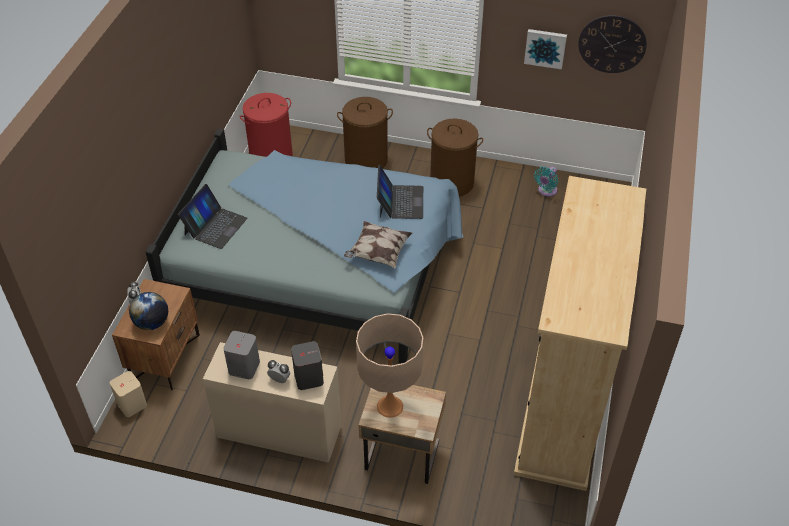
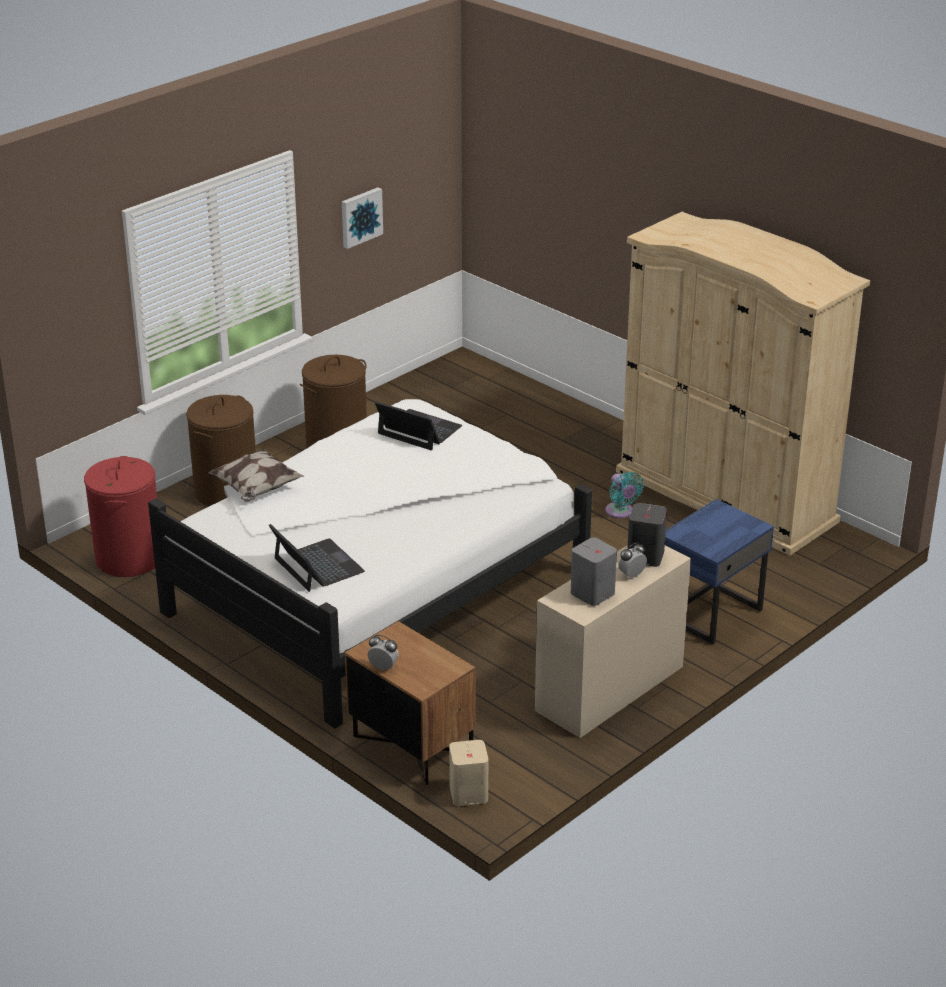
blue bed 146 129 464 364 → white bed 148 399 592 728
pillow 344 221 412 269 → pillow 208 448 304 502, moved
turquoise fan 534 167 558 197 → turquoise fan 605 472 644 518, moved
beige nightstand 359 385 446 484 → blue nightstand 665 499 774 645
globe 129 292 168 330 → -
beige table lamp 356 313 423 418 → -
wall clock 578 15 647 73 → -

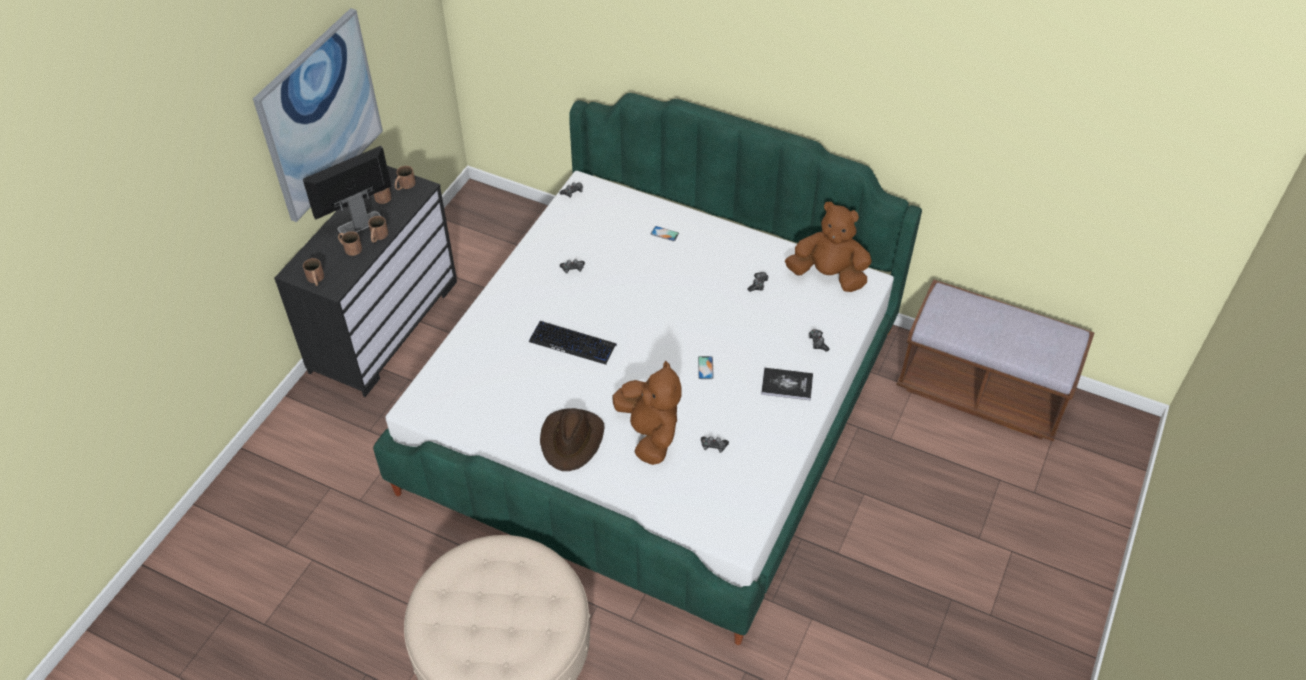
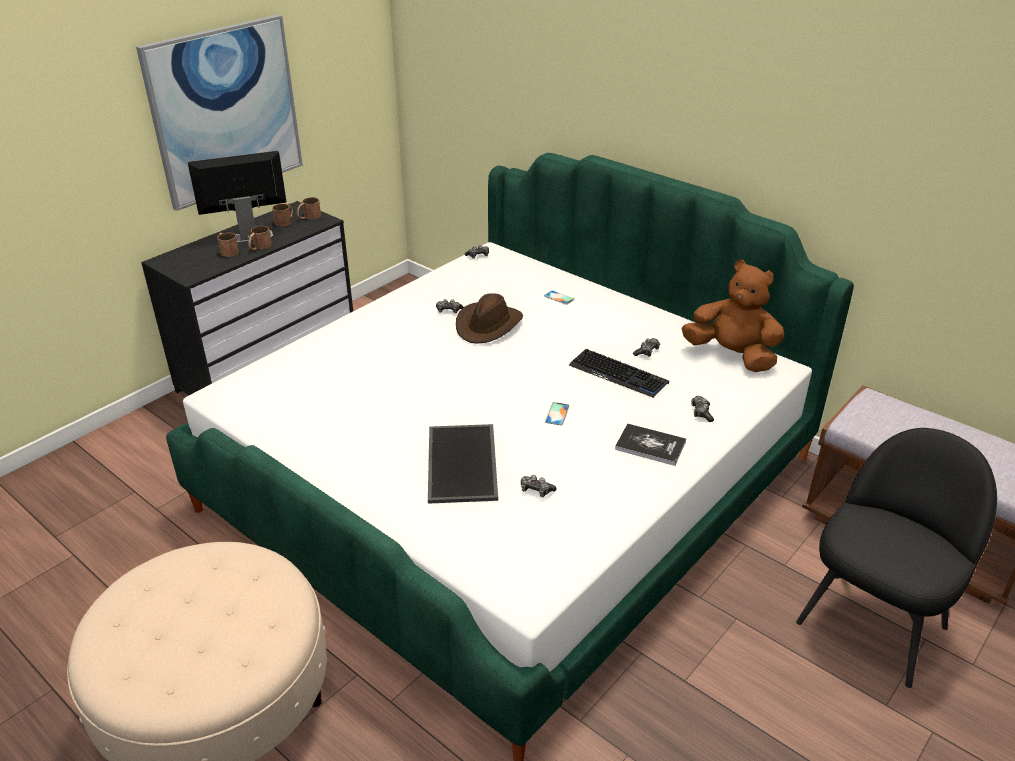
brown plush toy 613 360 682 465 → tray 428 424 498 504
brown hat 540 408 604 471 → brown hat 456 293 523 344, moved
keyboard 529 321 617 365 → keyboard 569 349 669 398, moved
- → black chair 796 428 997 688
brown mug 303 258 324 286 → -

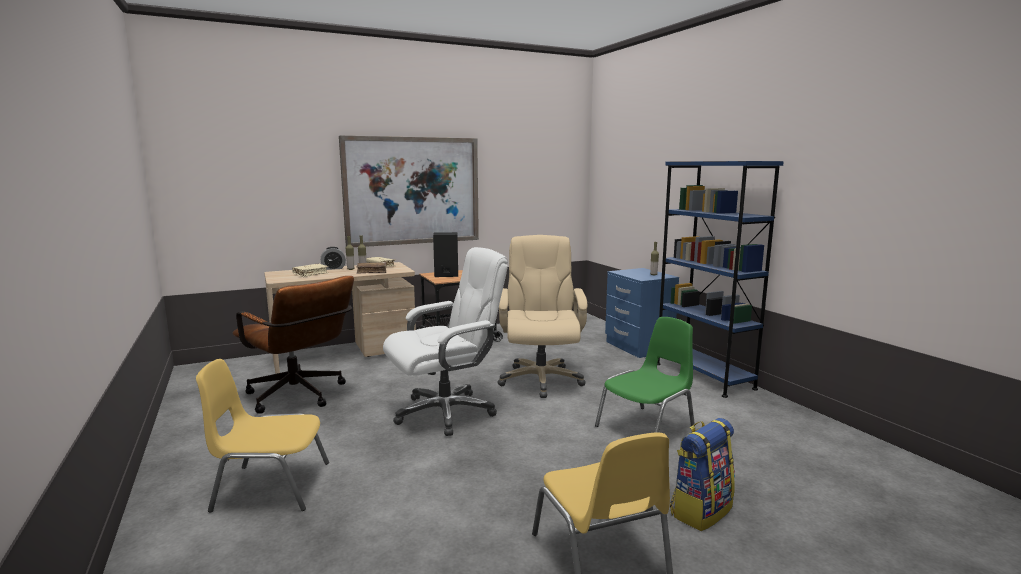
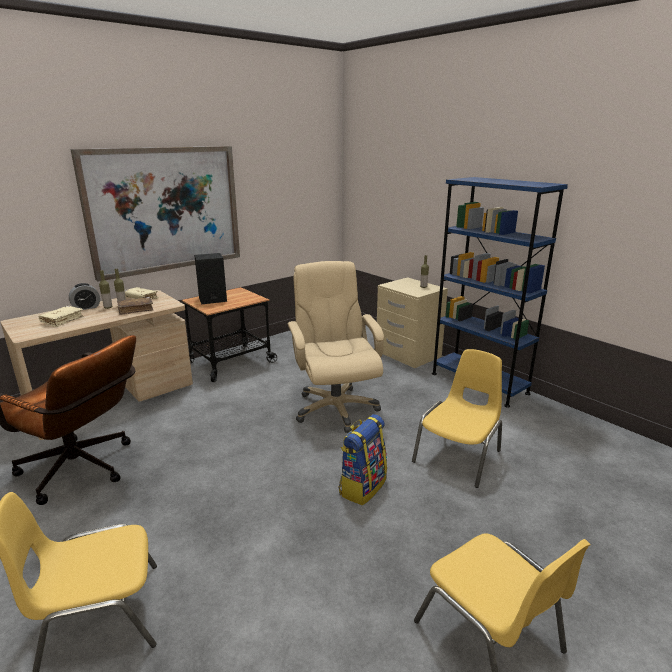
backpack 670 418 735 531 → backpack 338 414 387 506, moved
blue nightstand 605 268 679 358 → beige nightstand 377 277 448 368
green chair 595 317 695 433 → yellow chair 412 349 502 488
white office chair 383 247 508 436 → -

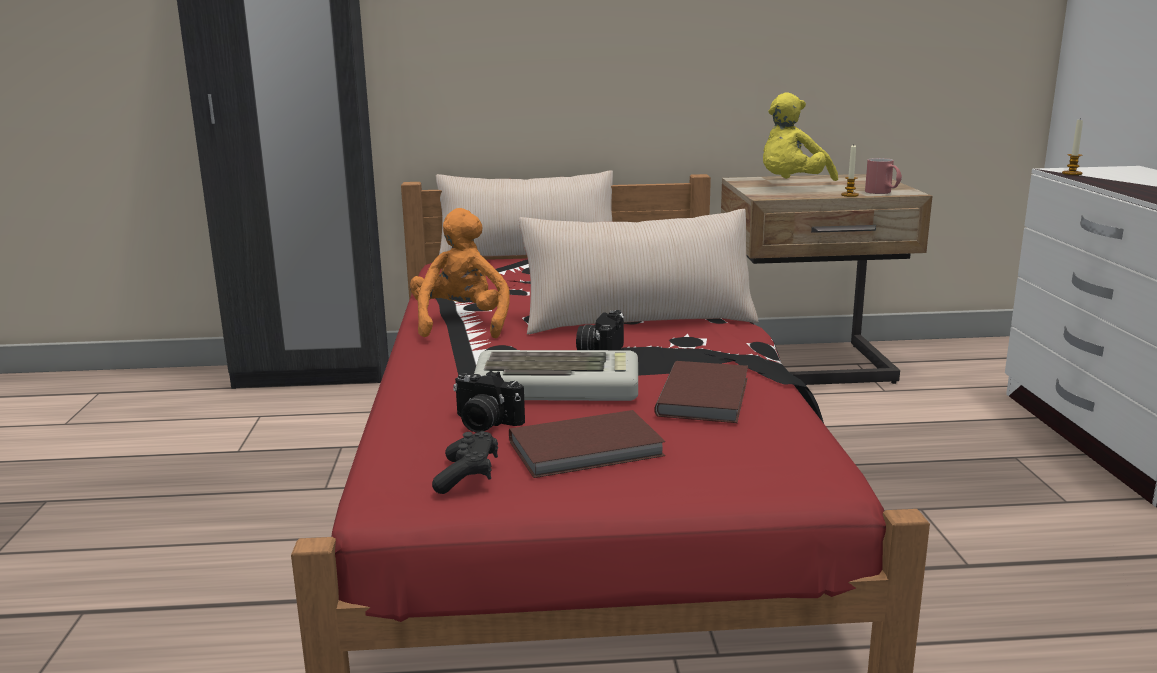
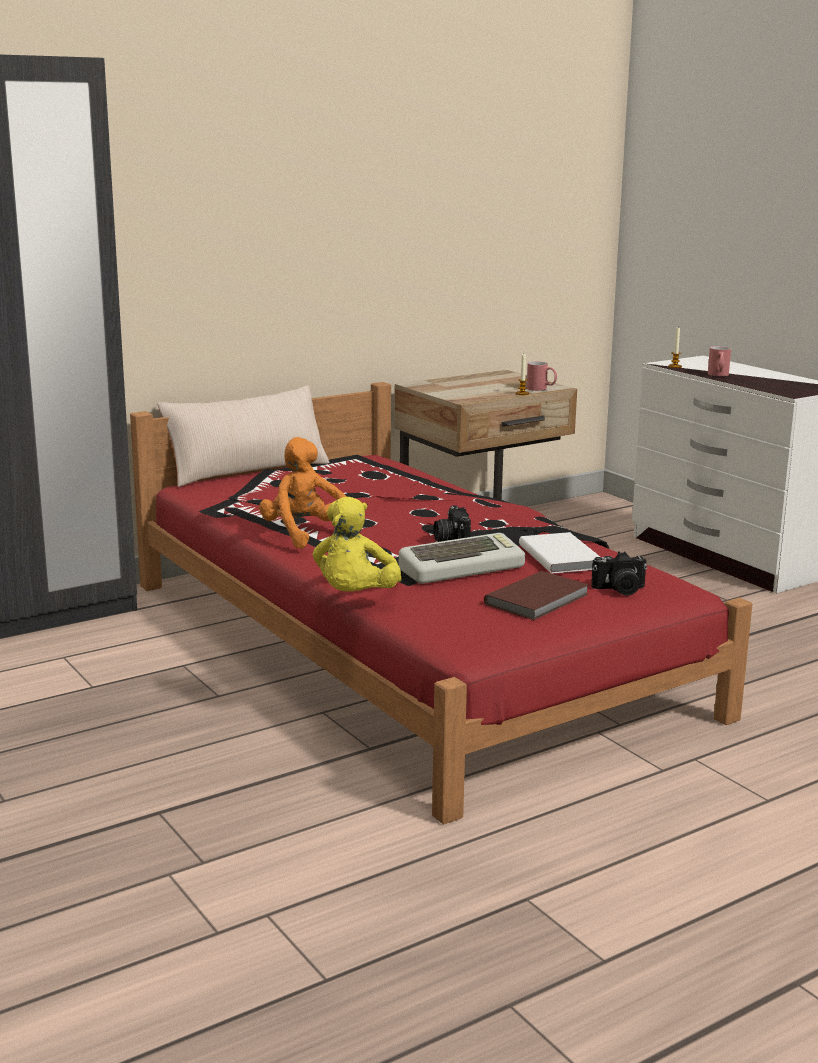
yellow plush toy 763 92 838 181 → yellow plush toy 312 497 401 592, moved
brown book 654 361 748 423 → white book 519 532 600 574
photo camera 453 371 525 433 → photo camera 591 551 647 596, moved
- → red mug 708 346 731 376
black game controller 432 431 498 494 → -
beige pillow 519 209 758 334 → -

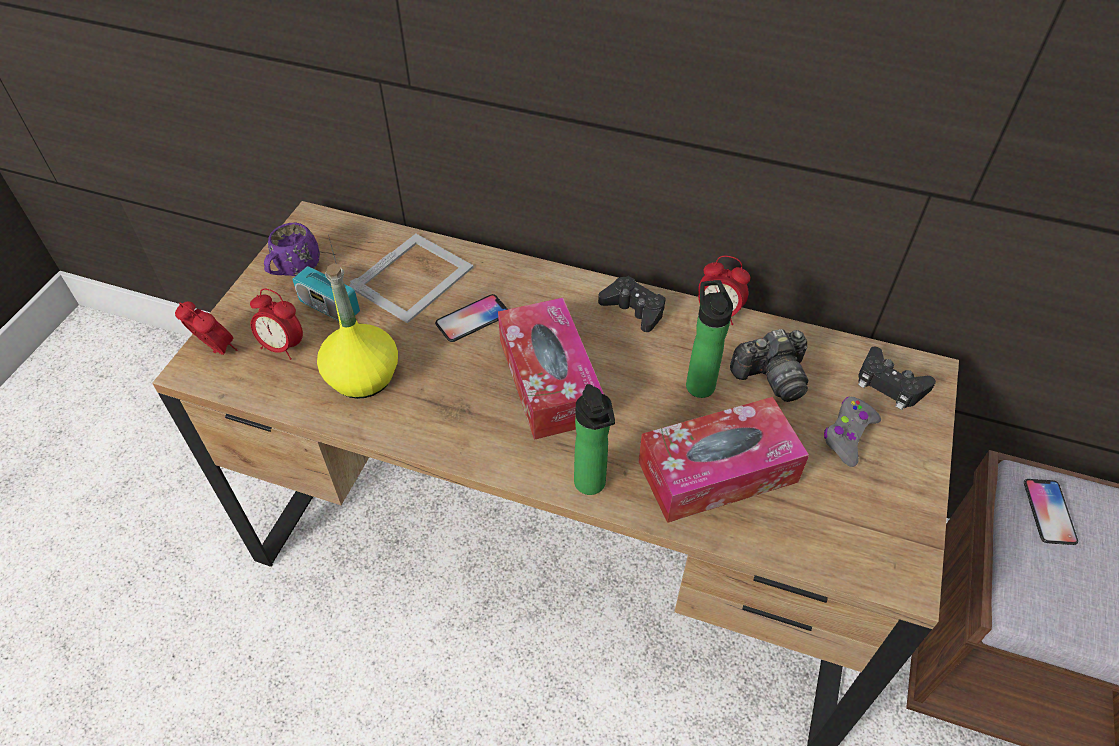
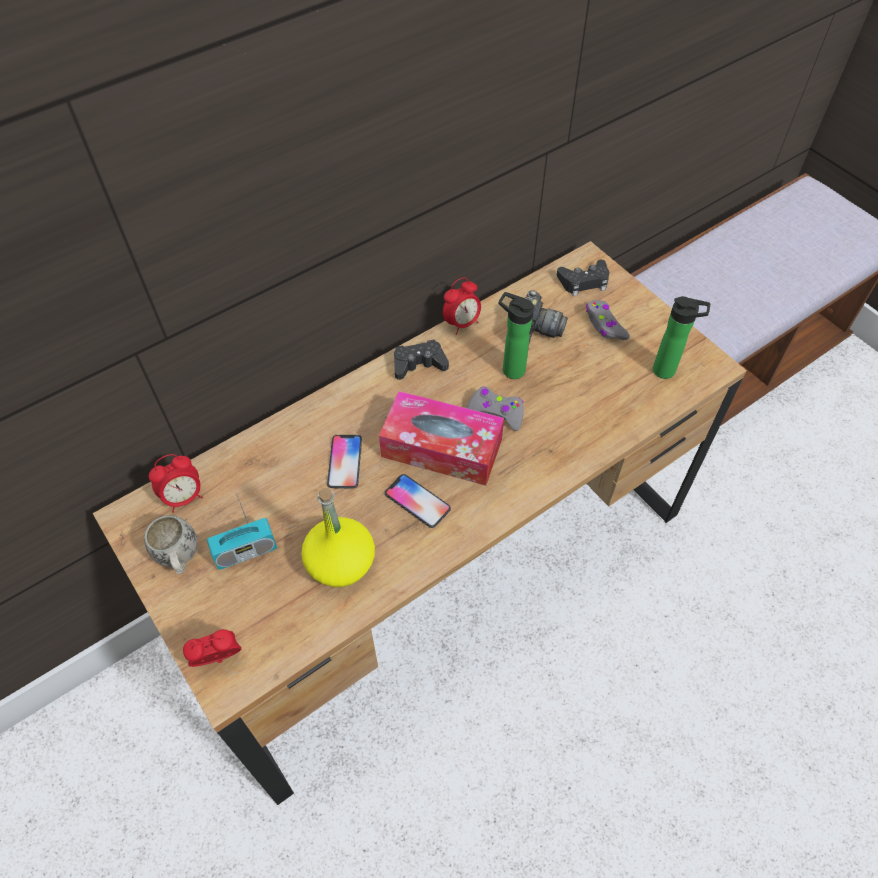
purple mug 264 223 320 276 → white mug 144 515 198 574
alarm clock 250 289 303 360 → alarm clock 149 454 203 513, moved
phone 1024 479 1078 545 → phone 385 474 451 528, moved
- → grey game controller 466 387 524 431
bottle 574 384 615 495 → bottle 653 296 710 379, moved
picture frame 349 234 474 324 → -
tissue box 638 397 809 523 → -

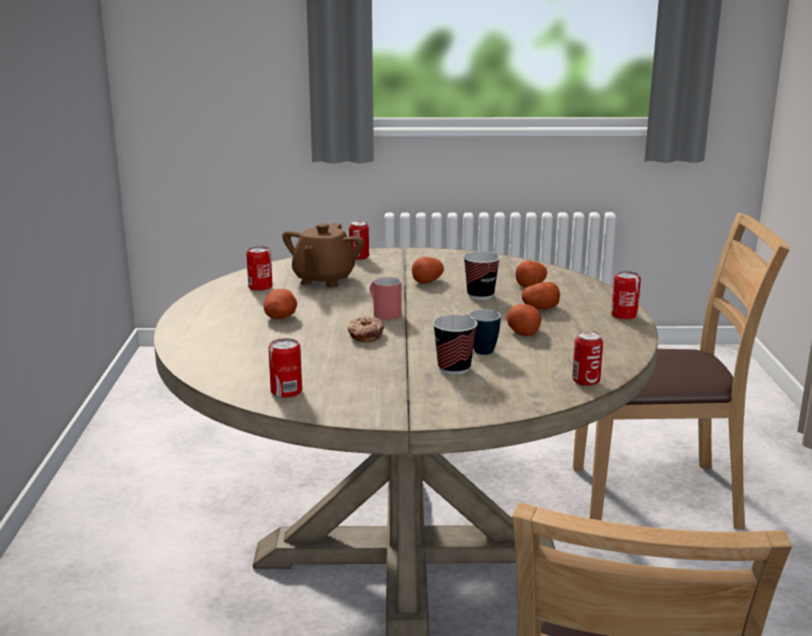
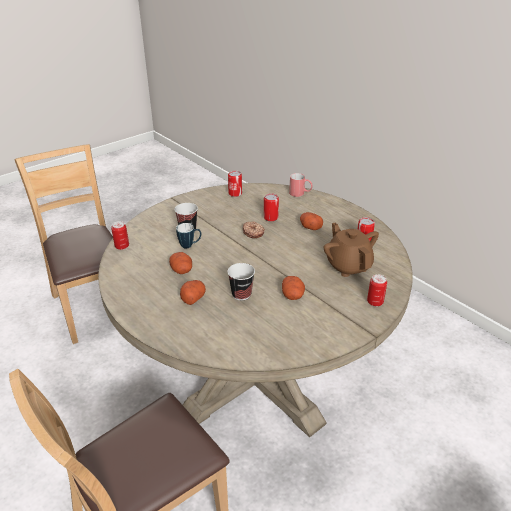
can 611 271 641 320 → can 264 193 279 222, moved
red mug 369 277 402 320 → red mug 289 173 313 197, moved
potato 515 260 547 288 → -

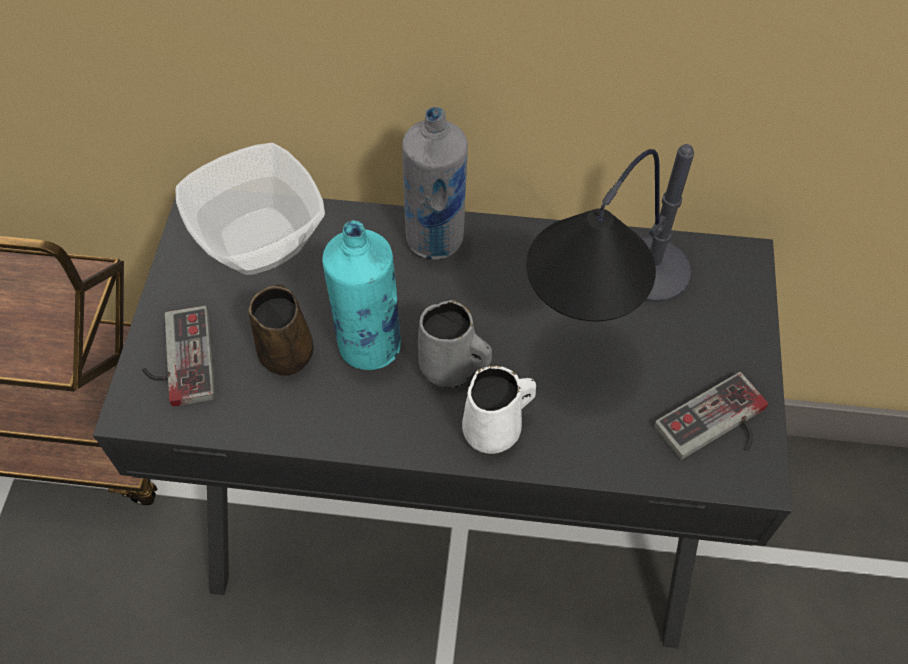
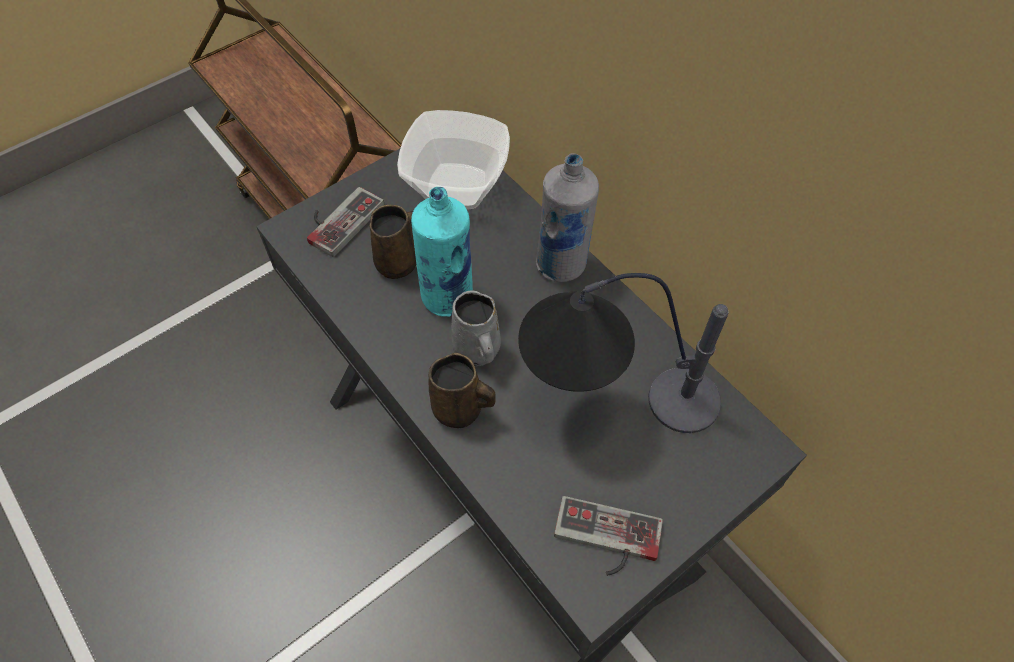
white mug 462 365 536 454 → brown mug 428 353 496 428

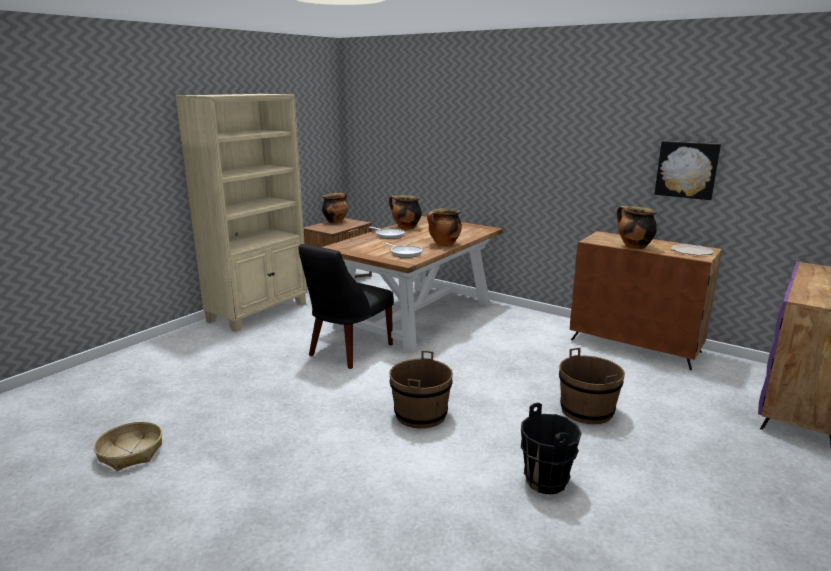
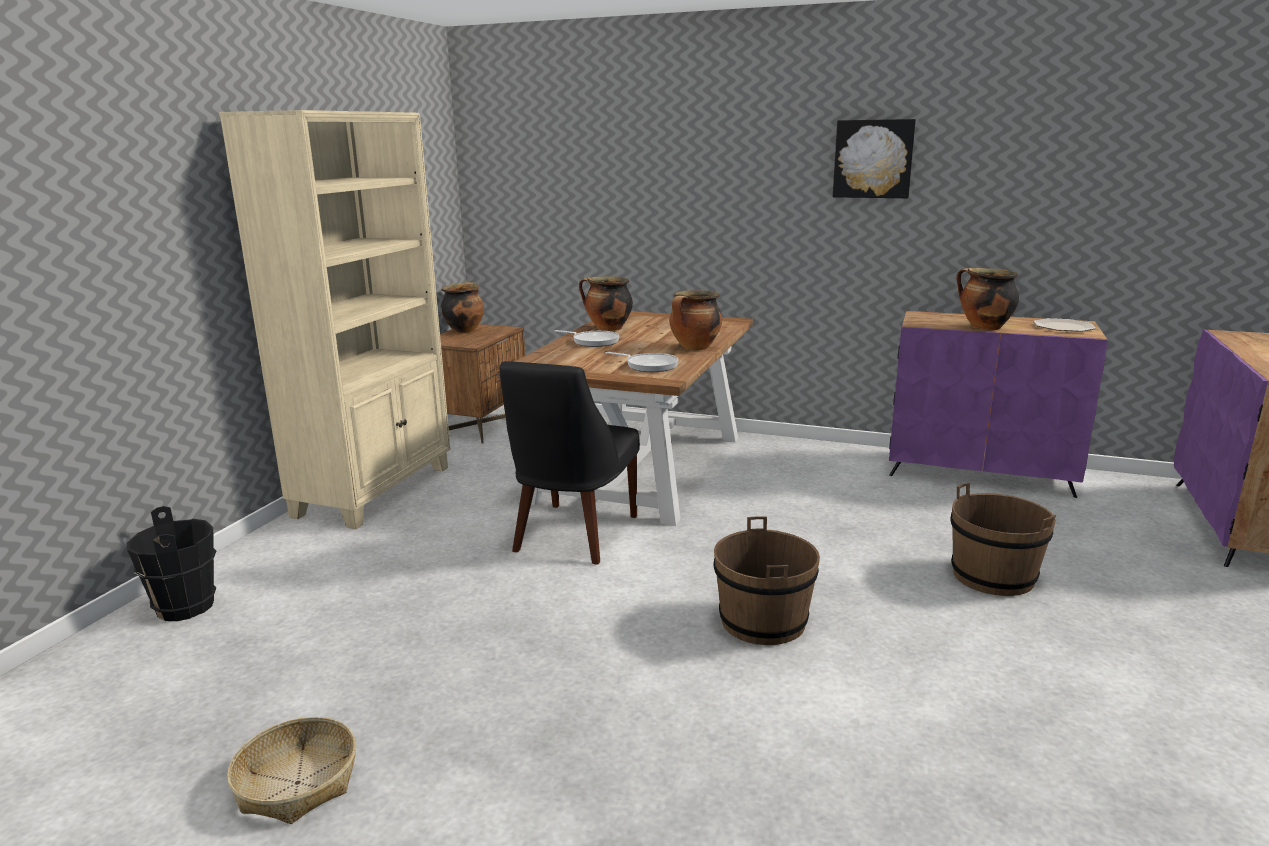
black bucket 521 403 582 495 → black bucket 127 506 216 621, moved
picture 654 141 721 200 → picture 833 119 916 198, moved
brown cabinet 570 231 722 370 → purple cabinet 889 311 1108 498

